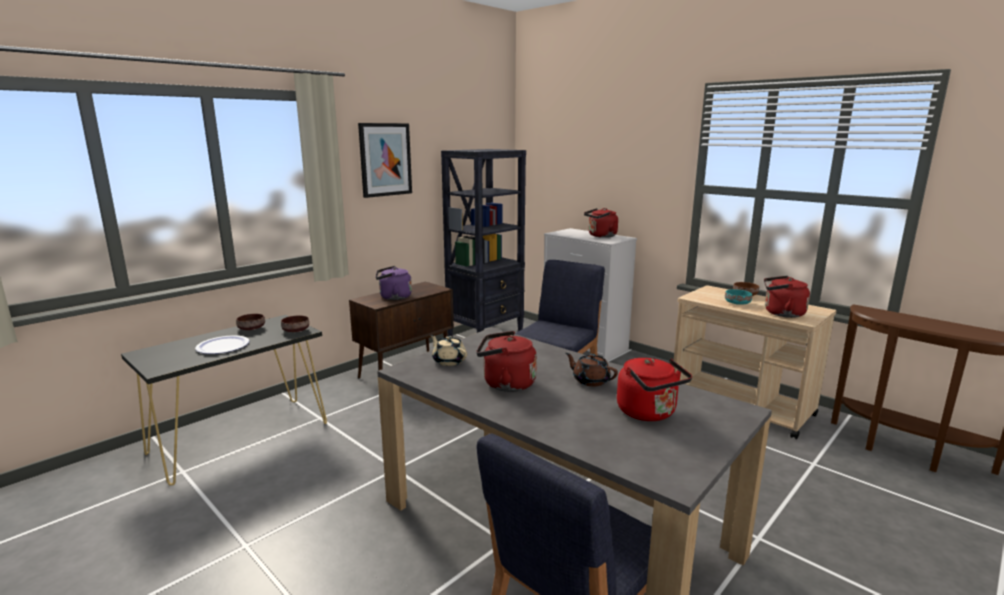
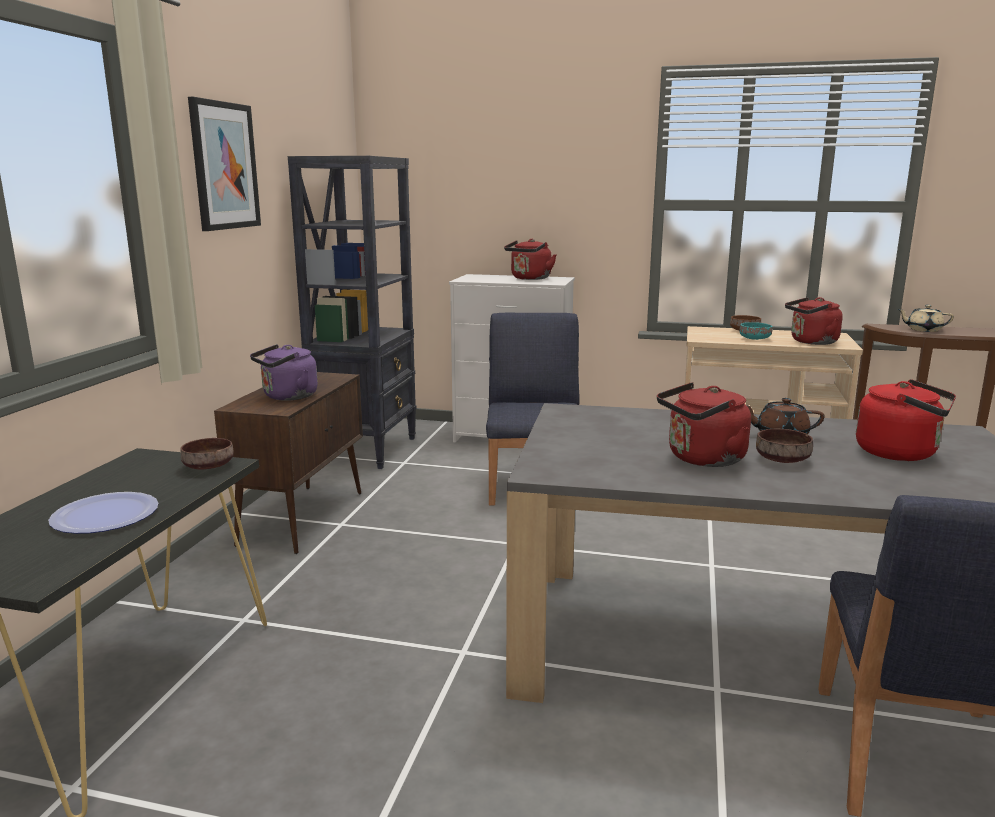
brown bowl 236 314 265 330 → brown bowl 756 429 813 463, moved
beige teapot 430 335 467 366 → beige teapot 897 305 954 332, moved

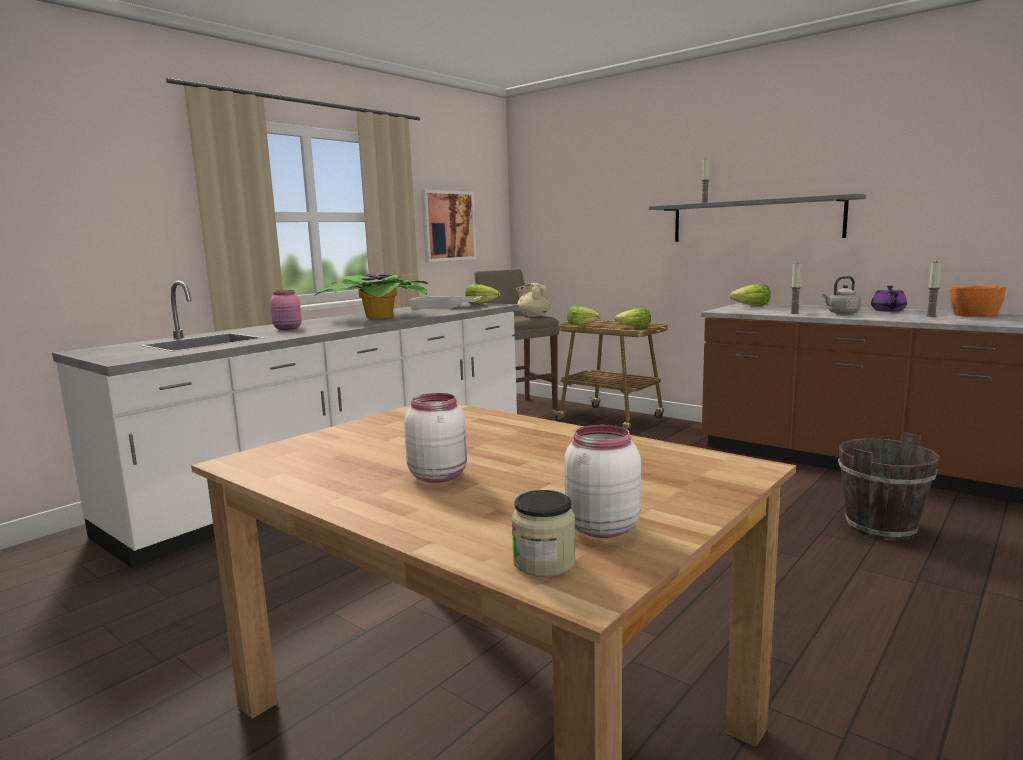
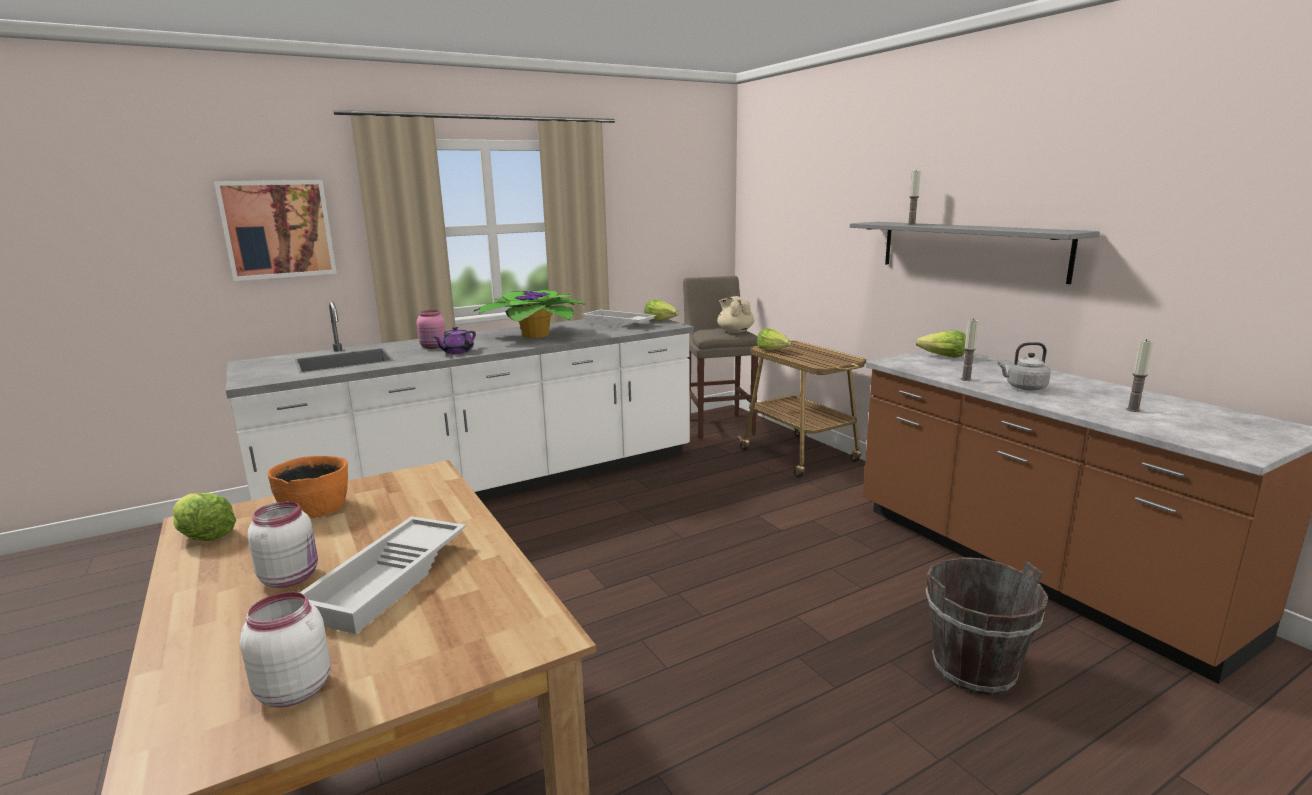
lettuce 615 308 651 328 → lettuce 173 493 236 541, moved
picture 421 189 477 262 → picture 214 180 337 281, moved
orange bowl 950 285 1006 317 → orange bowl 268 456 348 518, moved
- → white tray 300 516 466 634
purple teapot 871 286 907 311 → purple teapot 433 327 476 354, moved
jar 511 490 576 577 → -

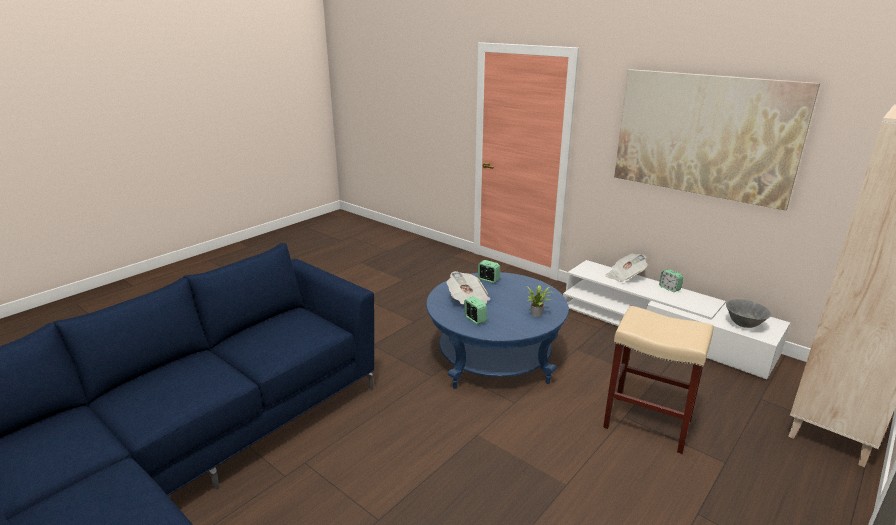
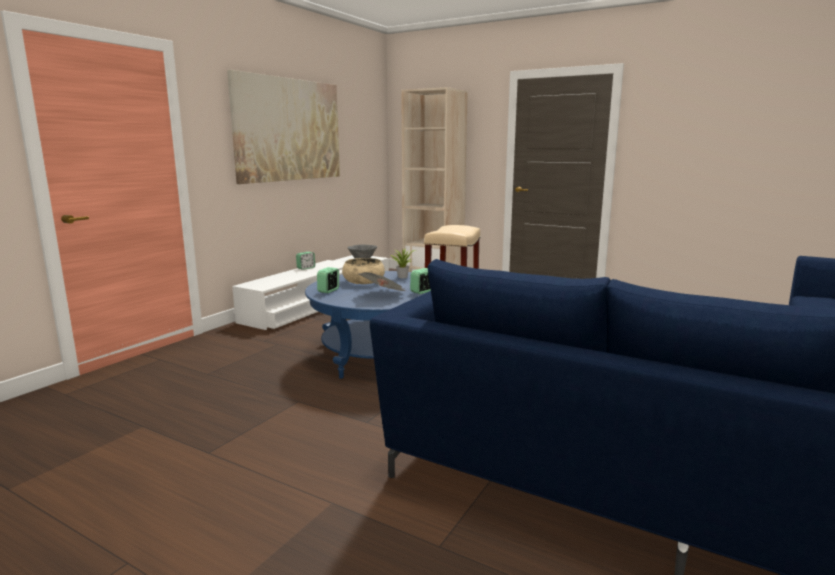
- → beige bowl 342 258 385 284
newspaper 606 254 647 282 → -

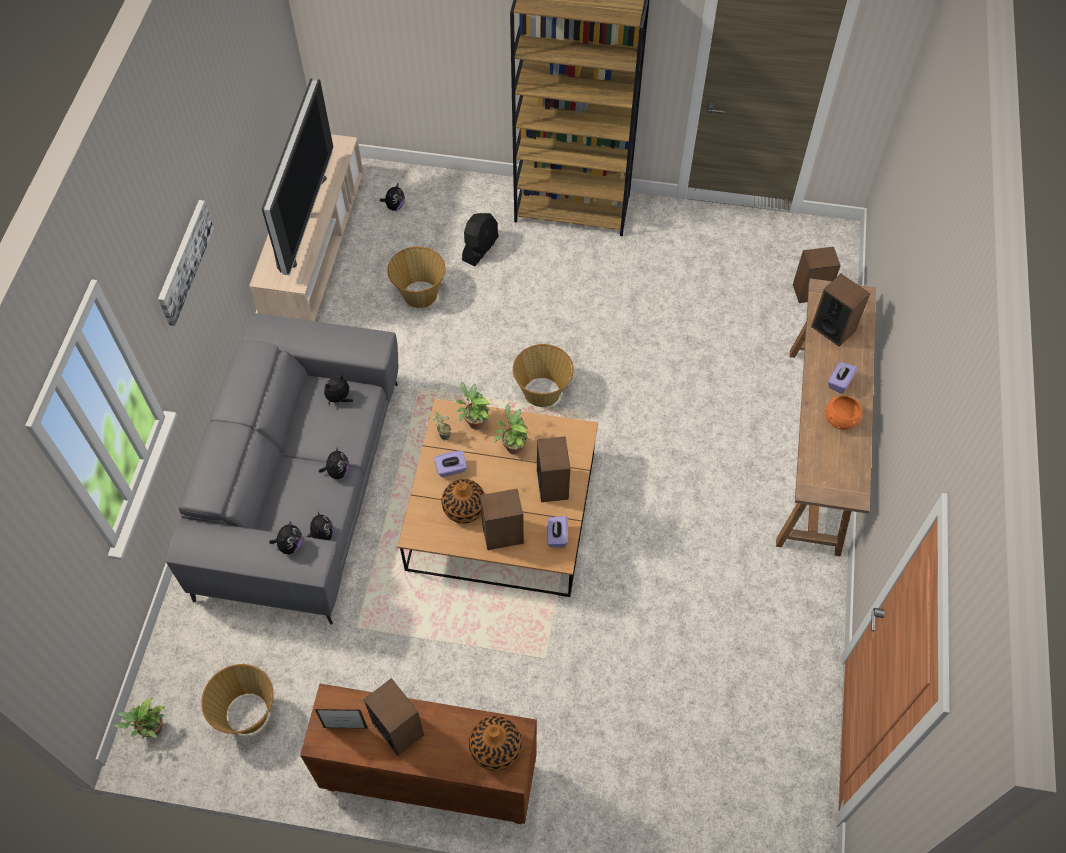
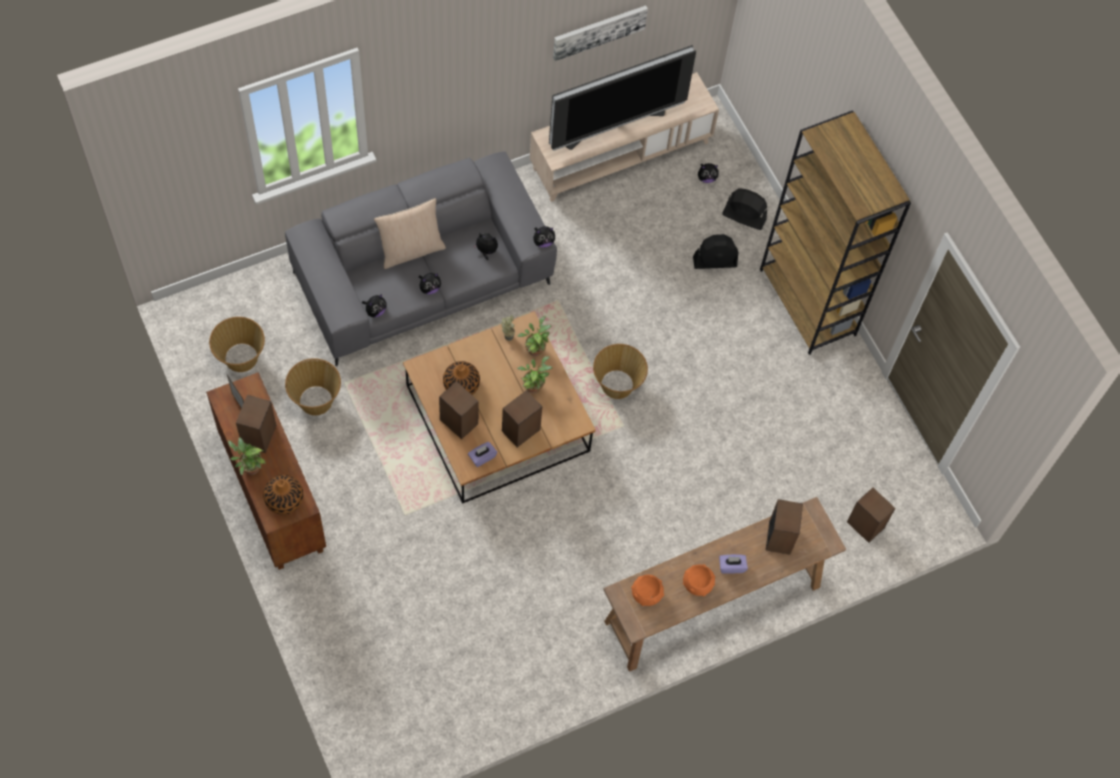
potted plant 113 697 165 739 → potted plant 228 437 266 475, moved
basket 387 247 445 308 → basket 285 358 341 415, moved
- → beige pillow 374 198 446 269
plush toy 269 521 302 554 → plush toy 533 226 555 247, moved
picture 158 200 214 326 → picture 553 5 648 61, moved
- → orange bowl 631 574 664 606
- → black fan 722 188 767 230
purple tissue box 434 451 467 477 → -

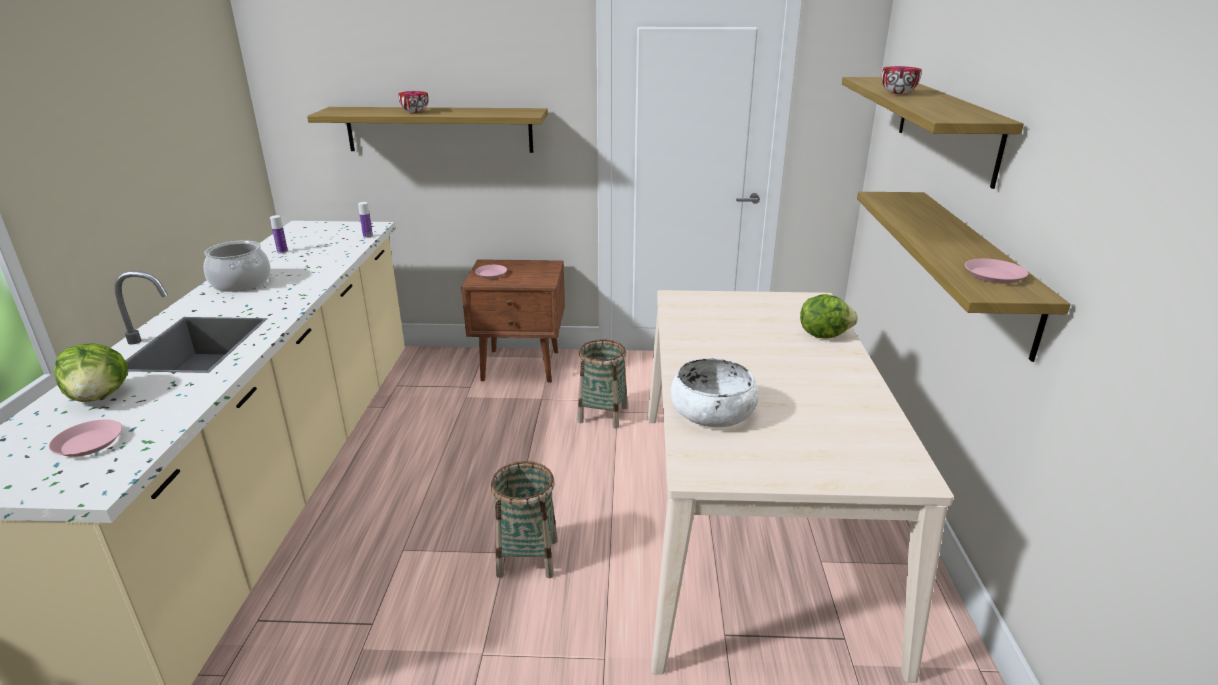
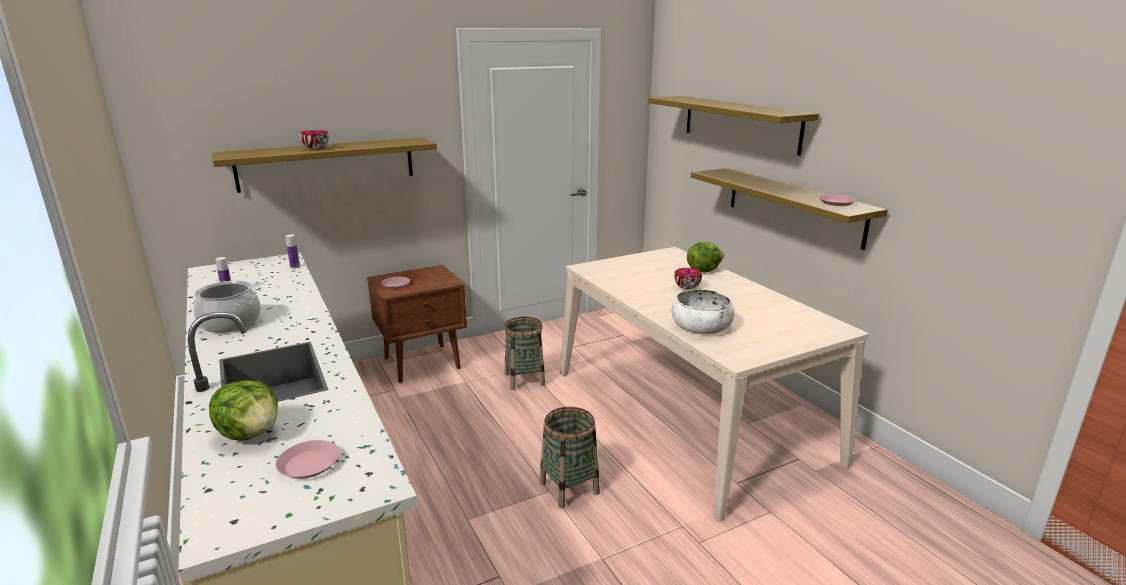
bowl 881 66 922 94 → bowl 674 268 702 289, moved

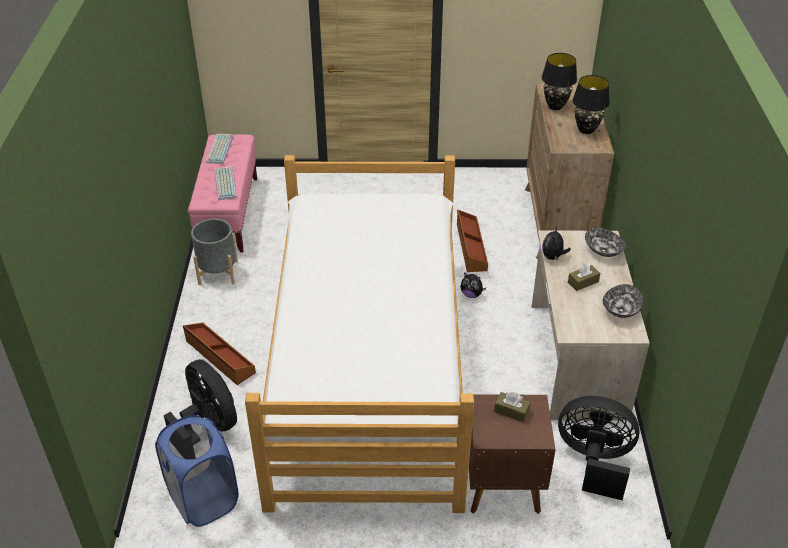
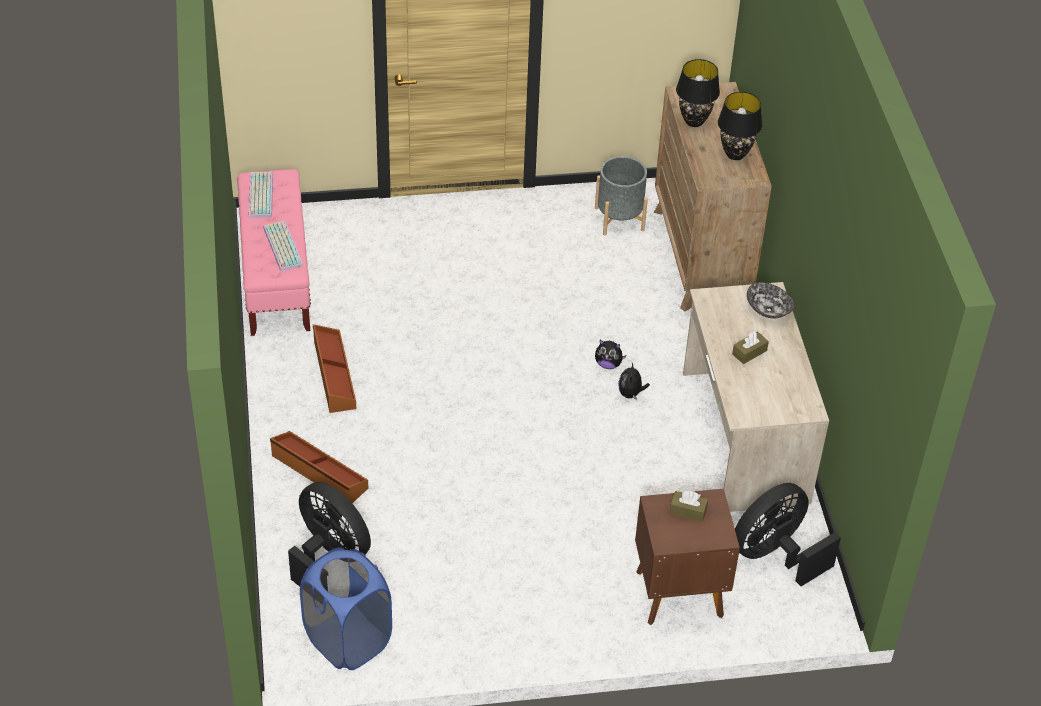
brown storage box 457 210 488 272 → brown storage box 313 324 356 413, moved
grey planter 191 219 238 285 → grey planter 595 156 648 235, moved
plush toy 542 227 571 261 → plush toy 618 363 650 400, moved
black fan 558 396 639 500 → black fan 735 483 841 586, 45 degrees counterclockwise
bed 245 155 474 513 → -
bowl 603 284 644 318 → -

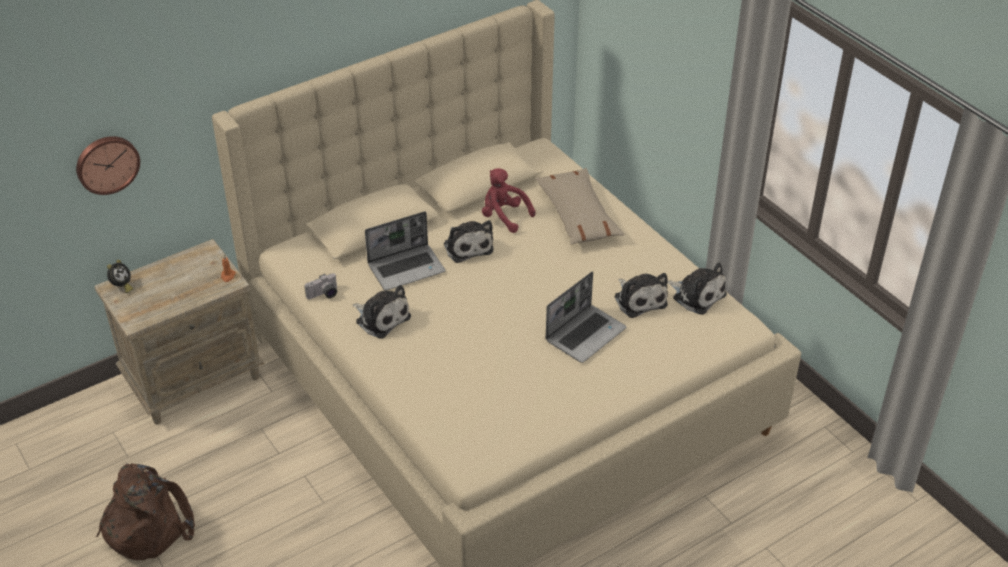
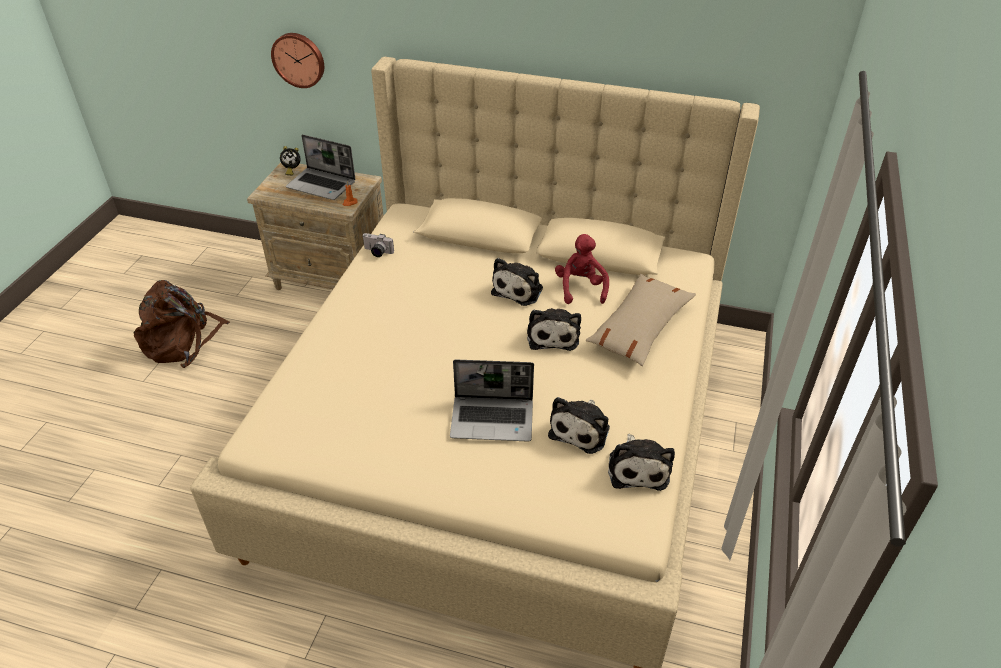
laptop 365 211 446 291 → laptop 286 134 356 200, moved
plush toy 353 285 411 339 → plush toy 527 308 581 351, moved

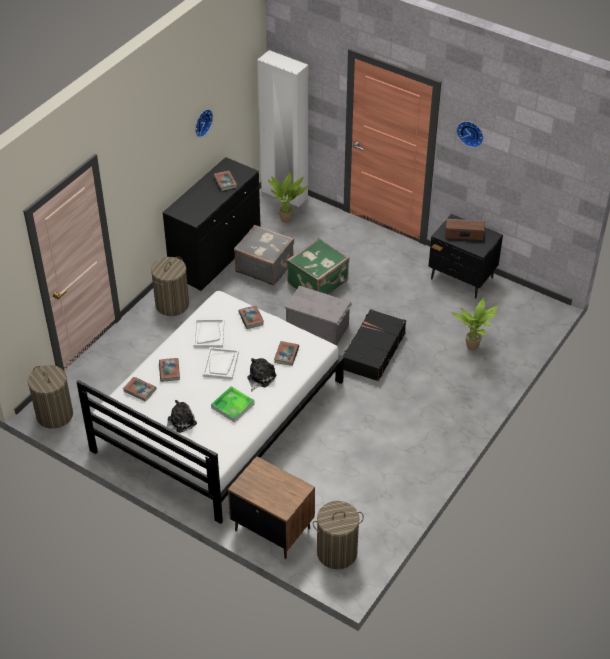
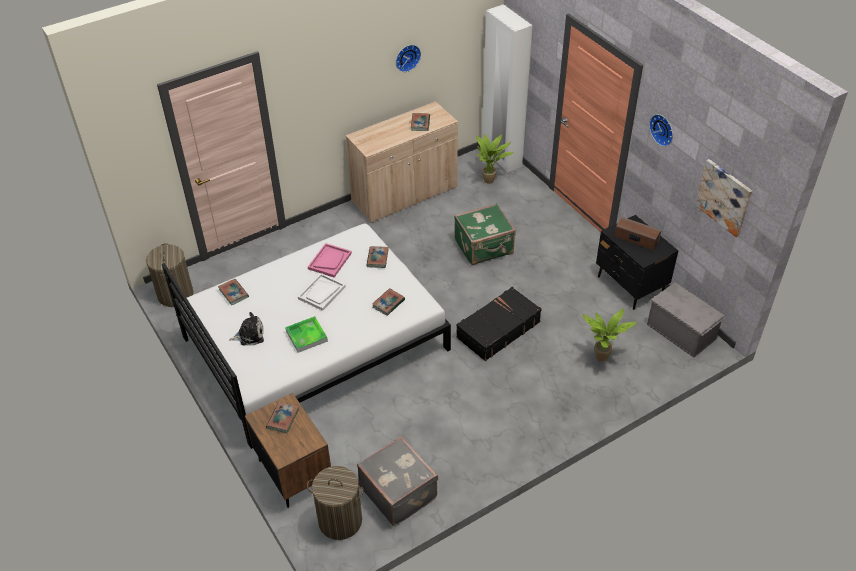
book 159 358 180 382 → book 266 402 299 433, moved
white tray 193 319 224 348 → pink tray 308 243 352 278
black cabinet 162 157 261 291 → beige cabinet 345 101 458 223
grey suitcase 234 225 294 286 → grey suitcase 357 436 438 526, moved
grey storage box 284 286 353 346 → grey storage box 647 283 726 358, moved
- → picture 695 159 752 237
laundry basket 151 257 189 316 → -
plush toy 247 358 276 392 → -

